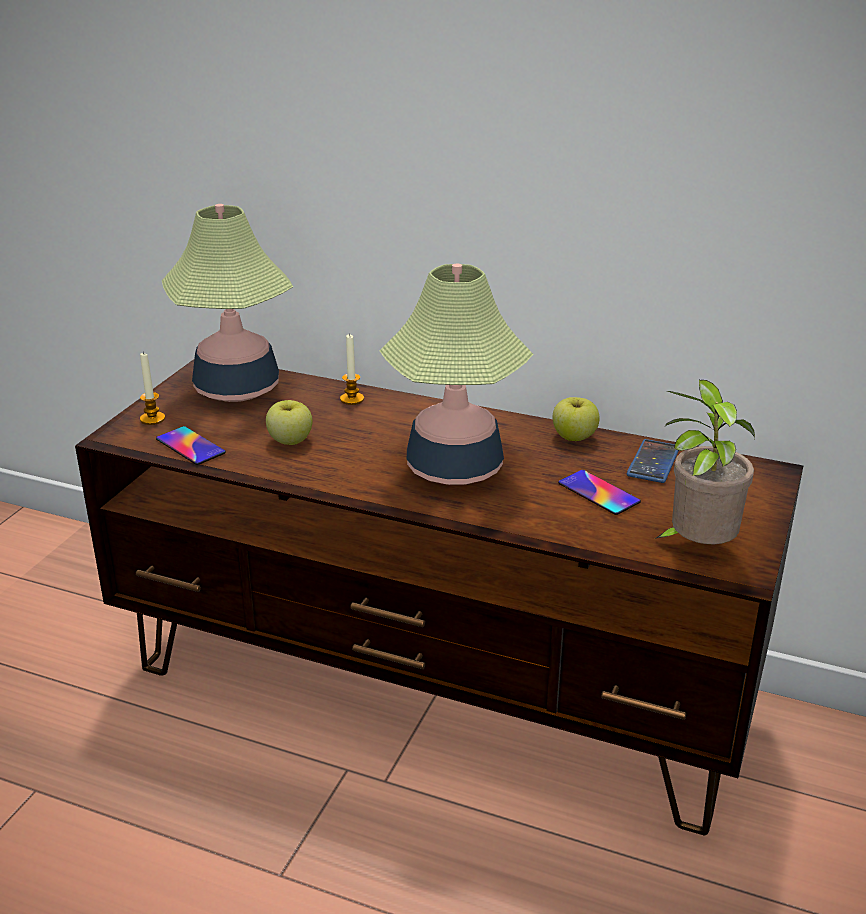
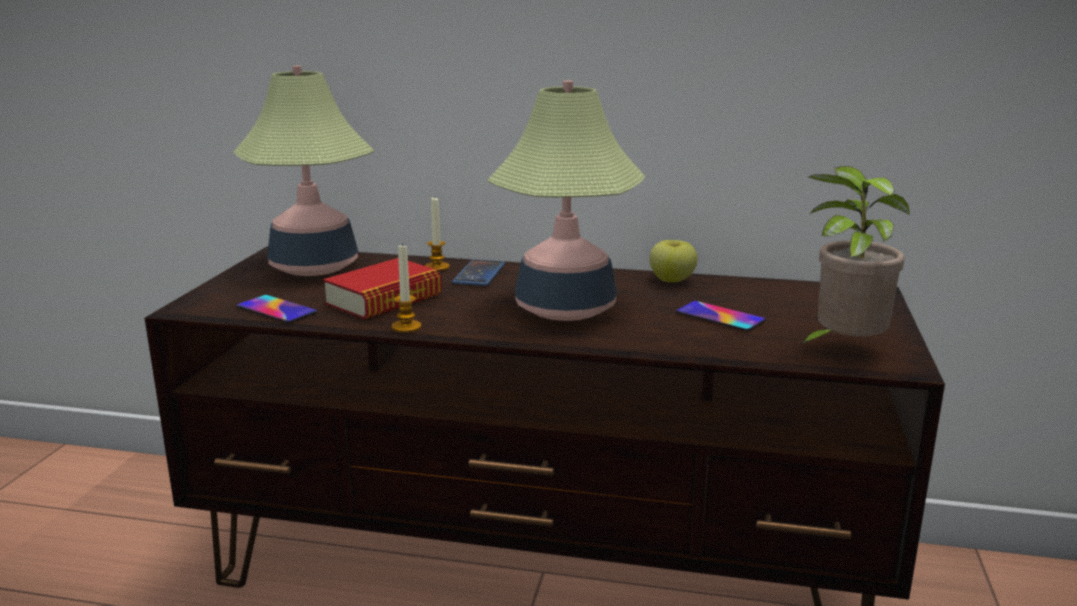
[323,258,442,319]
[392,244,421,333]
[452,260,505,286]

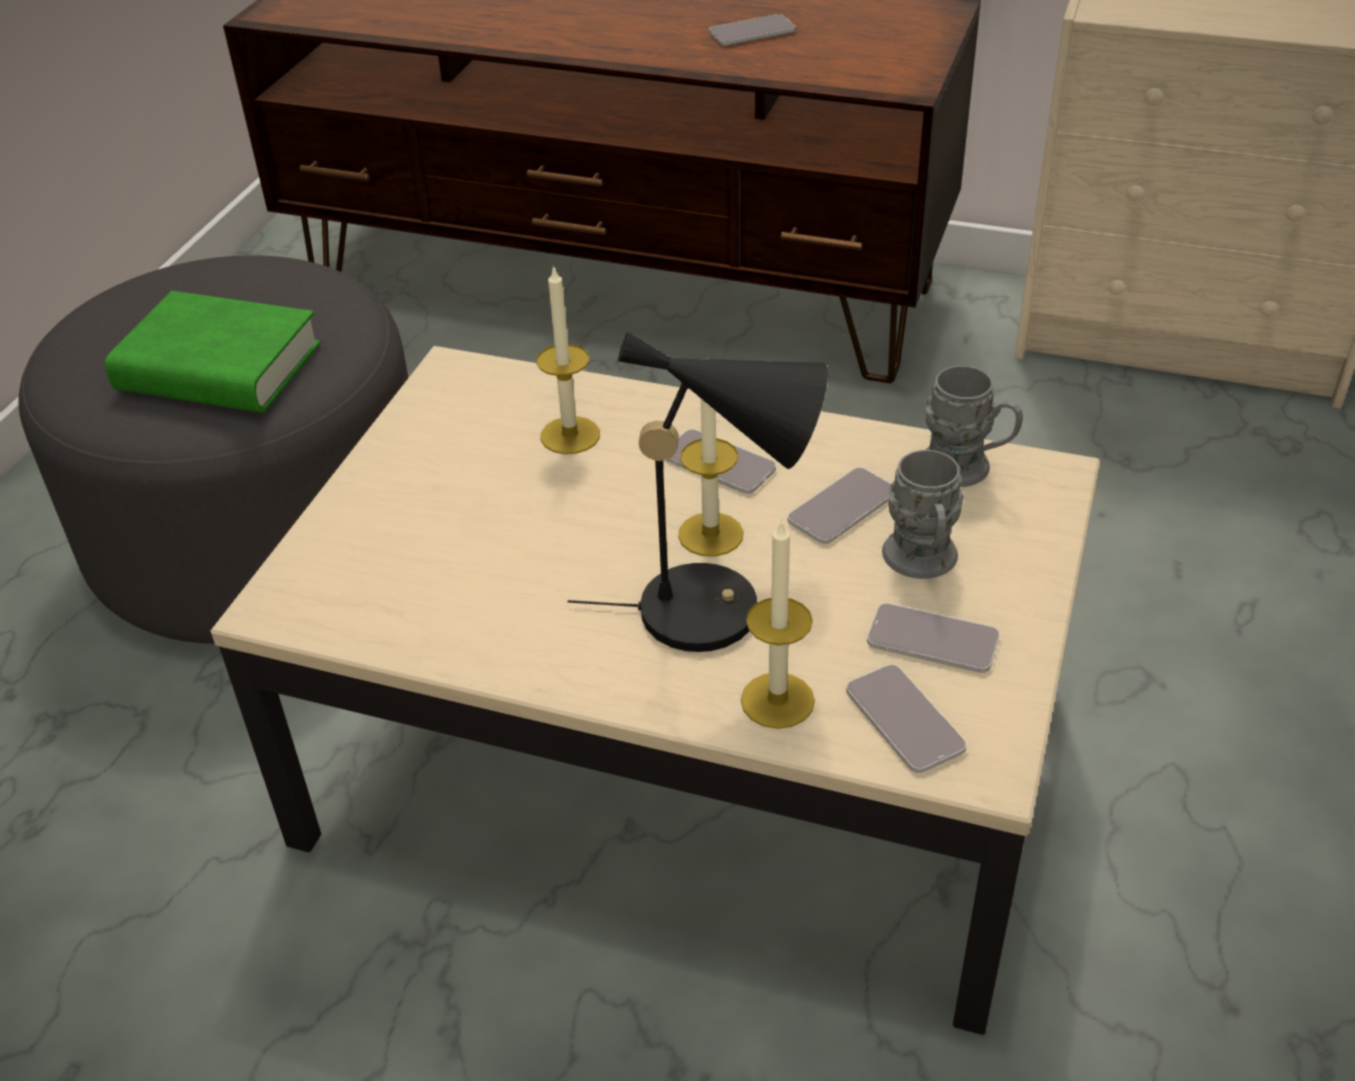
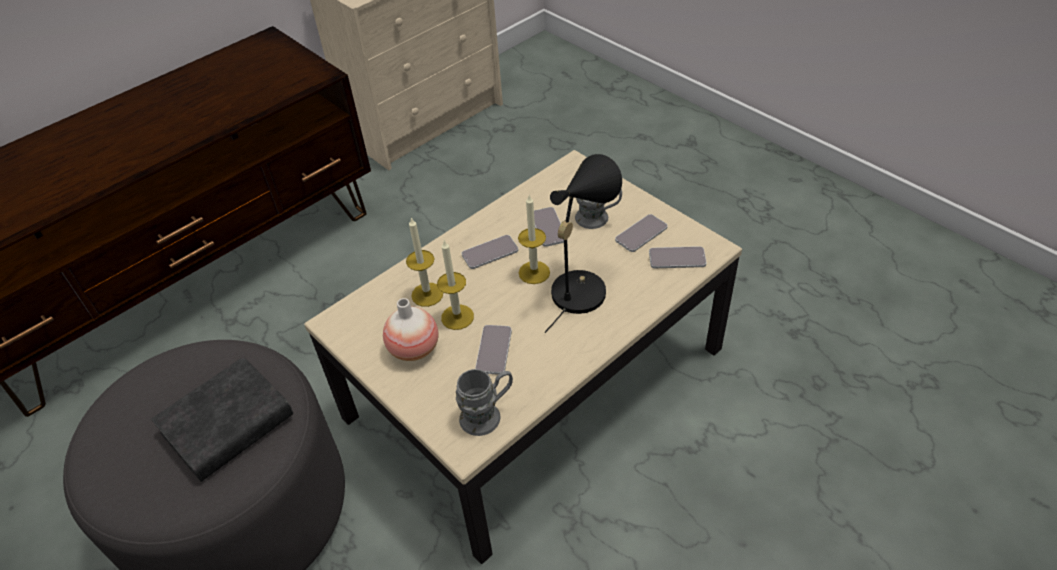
[151,357,293,482]
[383,298,439,361]
[437,241,474,330]
[456,369,513,436]
[475,325,512,375]

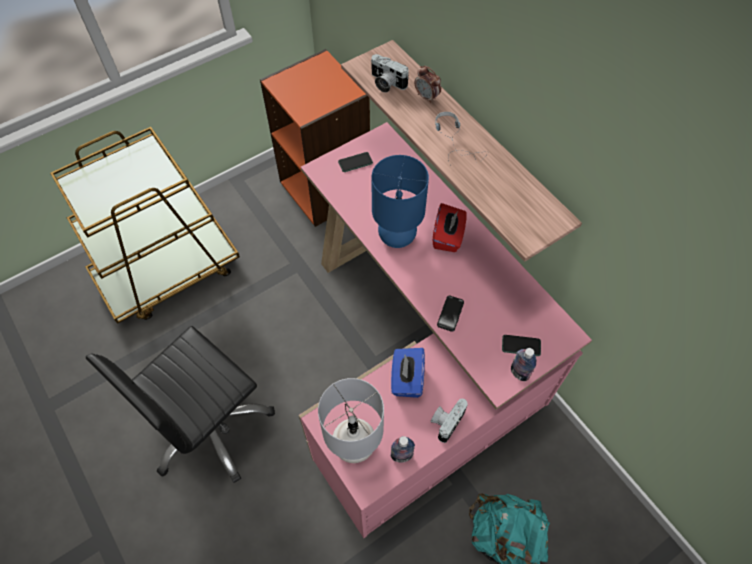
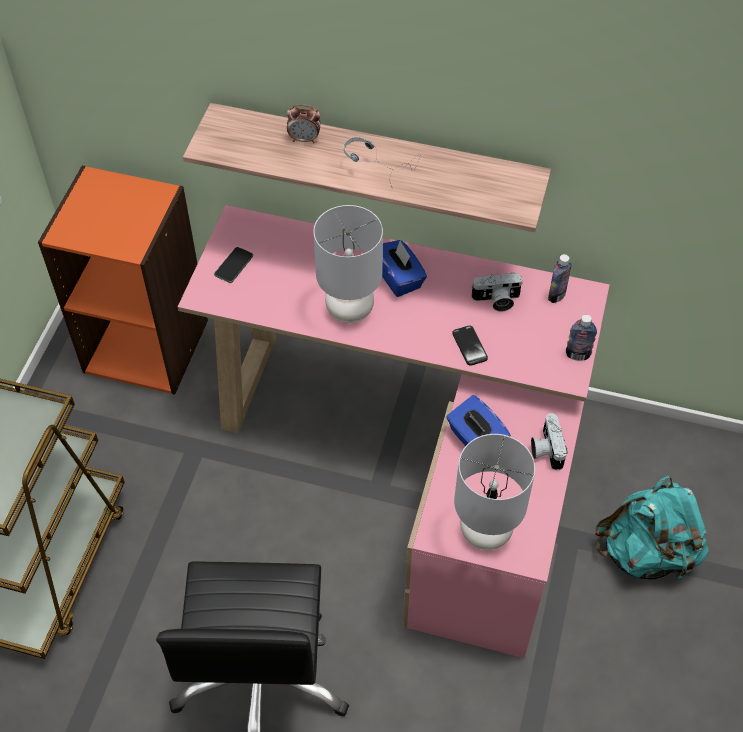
[313,205,383,323]
[382,240,427,297]
[471,273,523,311]
[548,254,572,303]
[502,335,541,356] (first image)

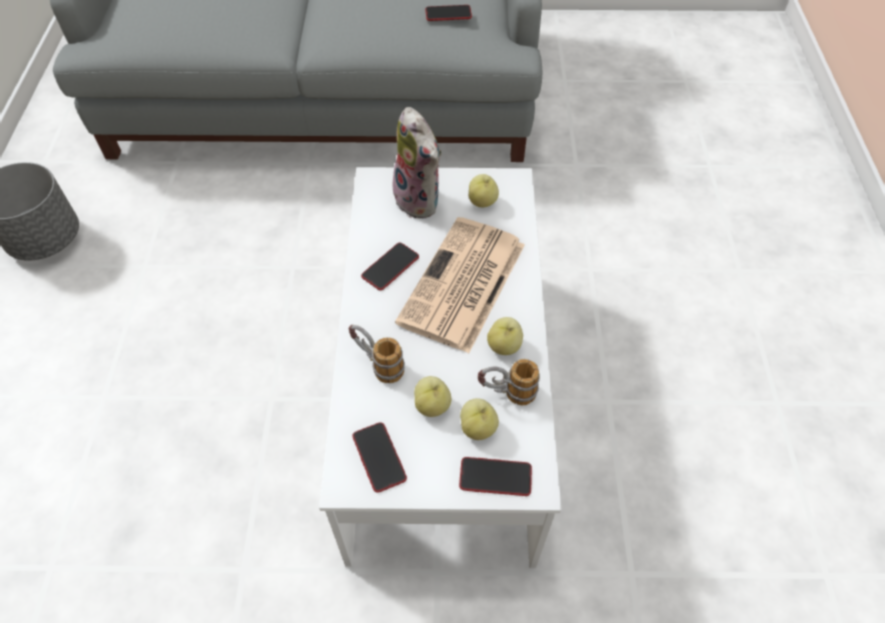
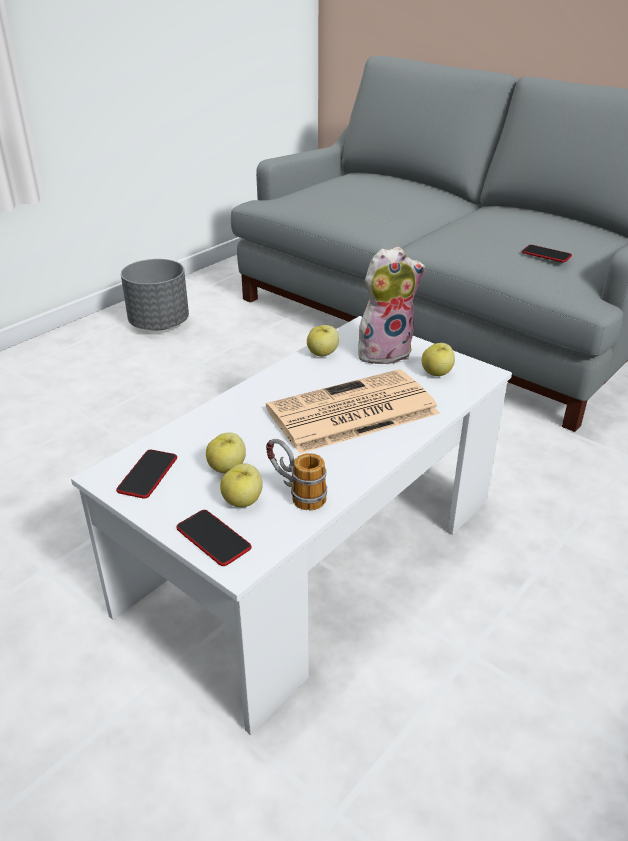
[307,325,339,356]
[358,246,426,364]
[349,325,405,383] (first image)
[361,243,419,290] (first image)

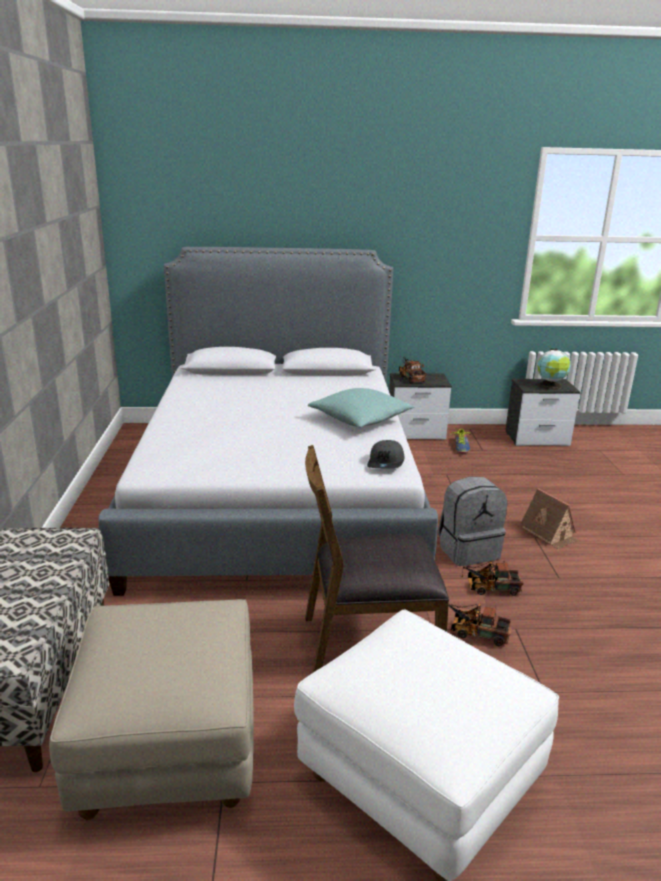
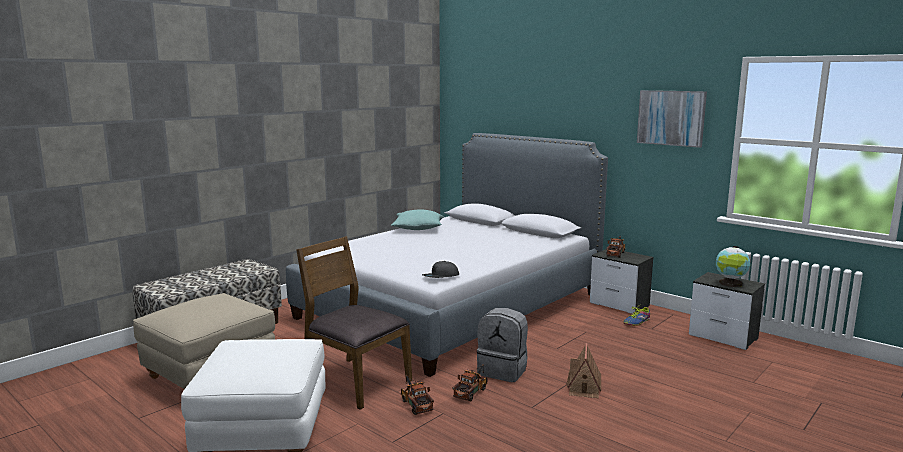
[391,209,444,230]
[452,364,488,402]
[637,90,707,148]

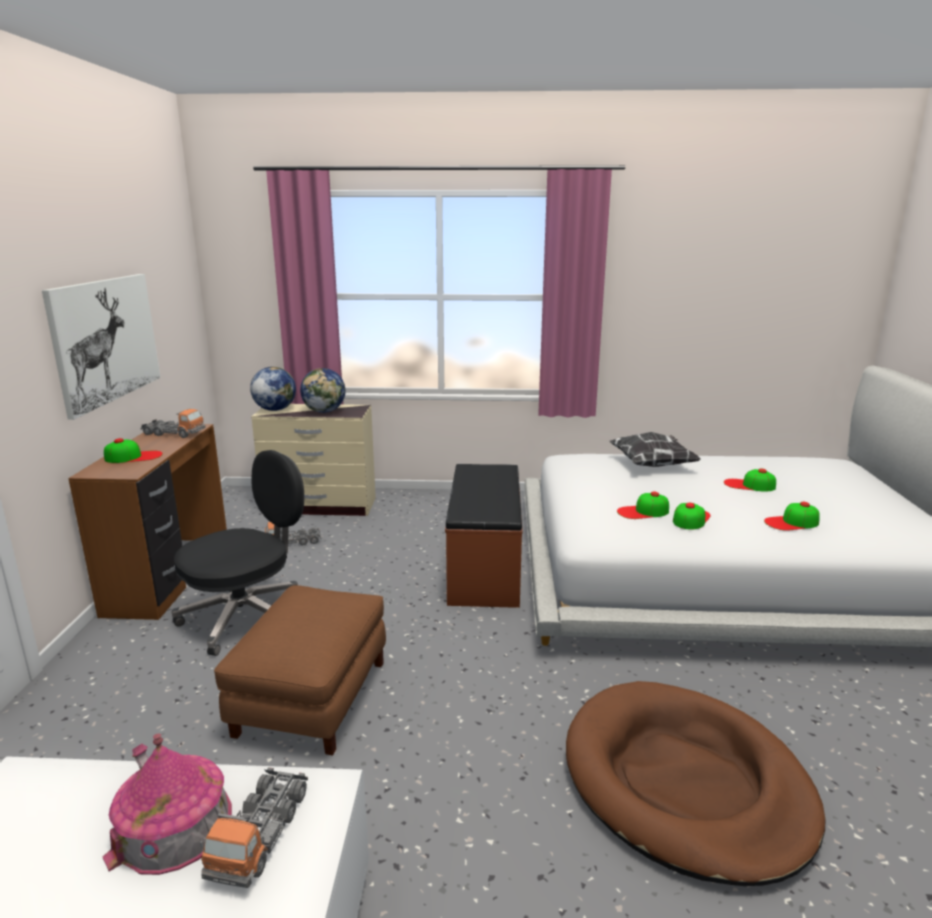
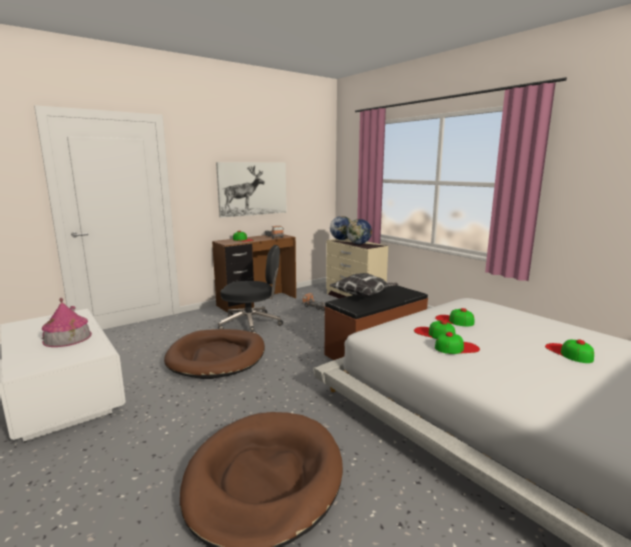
[164,329,265,379]
[329,273,398,297]
[435,308,474,326]
[200,767,308,888] (first image)

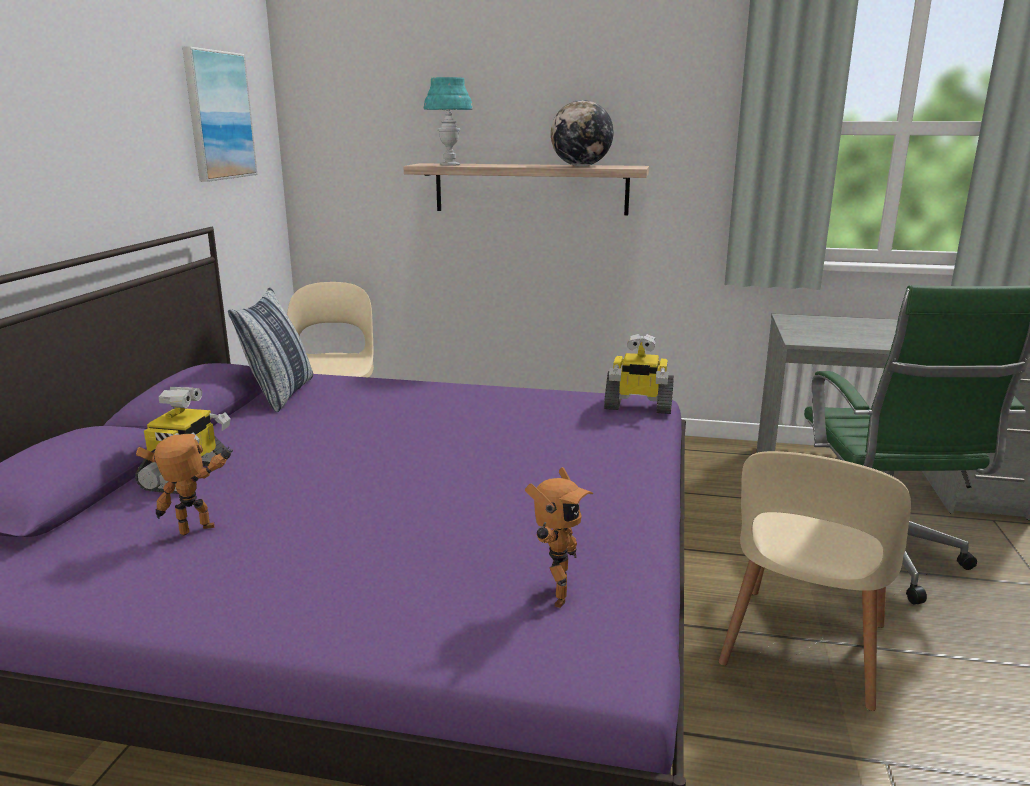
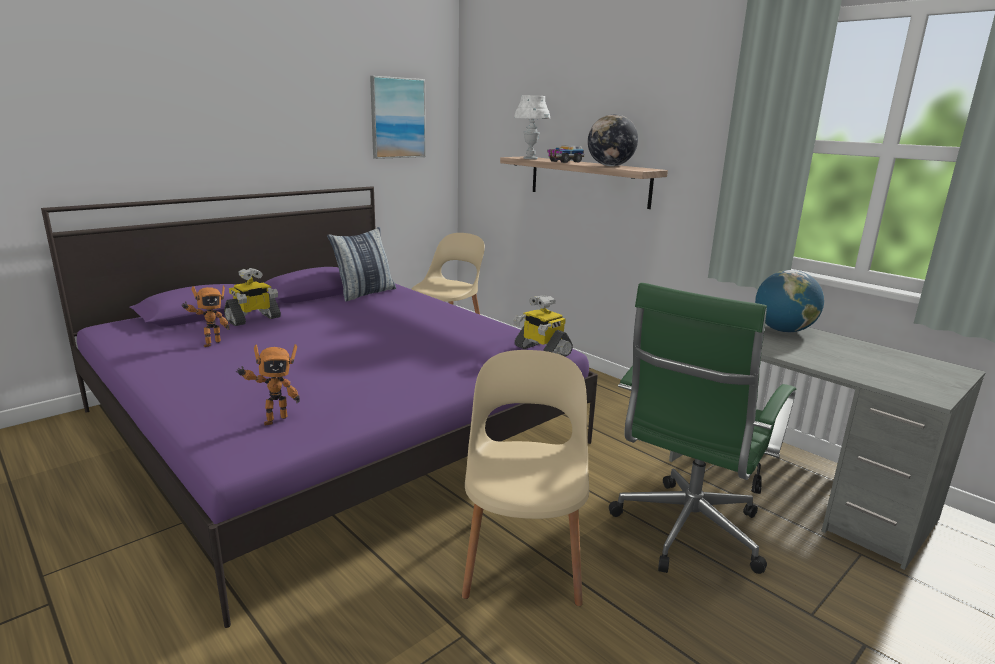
[181,285,230,347]
[462,350,589,606]
[514,95,550,159]
[547,145,585,163]
[755,270,824,332]

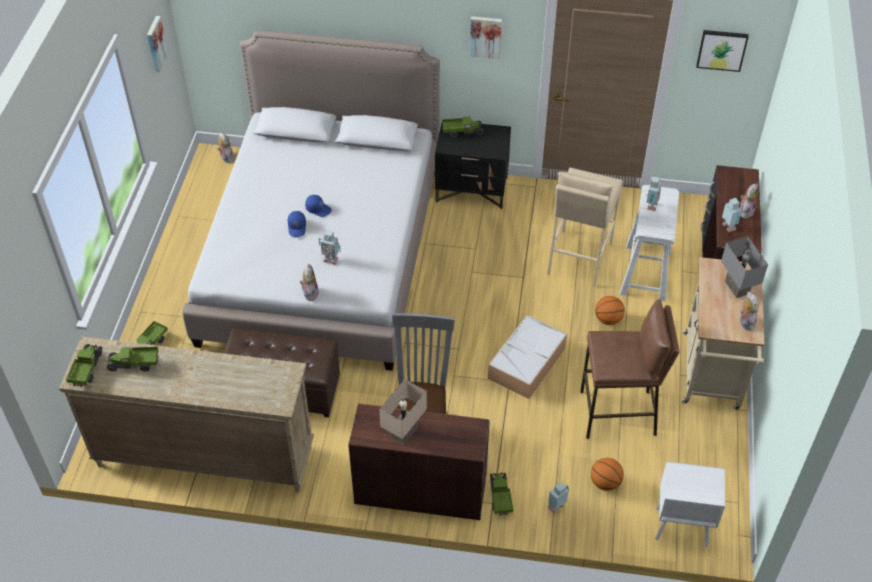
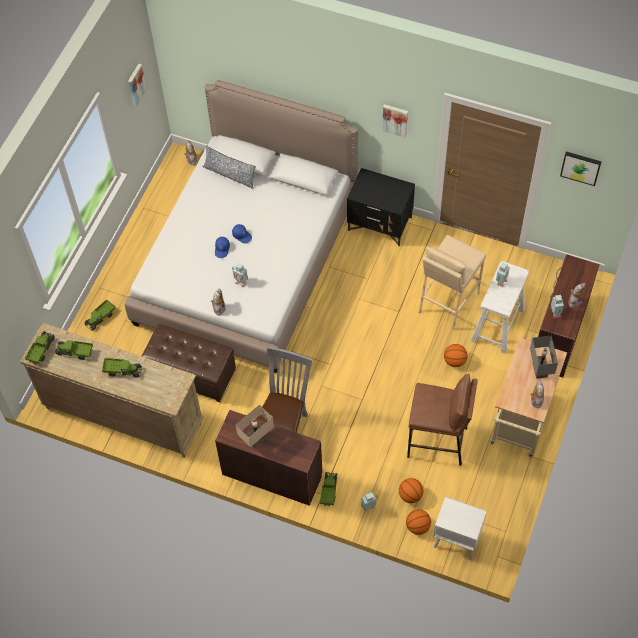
[102,358,142,377]
[203,145,256,189]
[406,509,431,535]
[488,314,567,399] (first image)

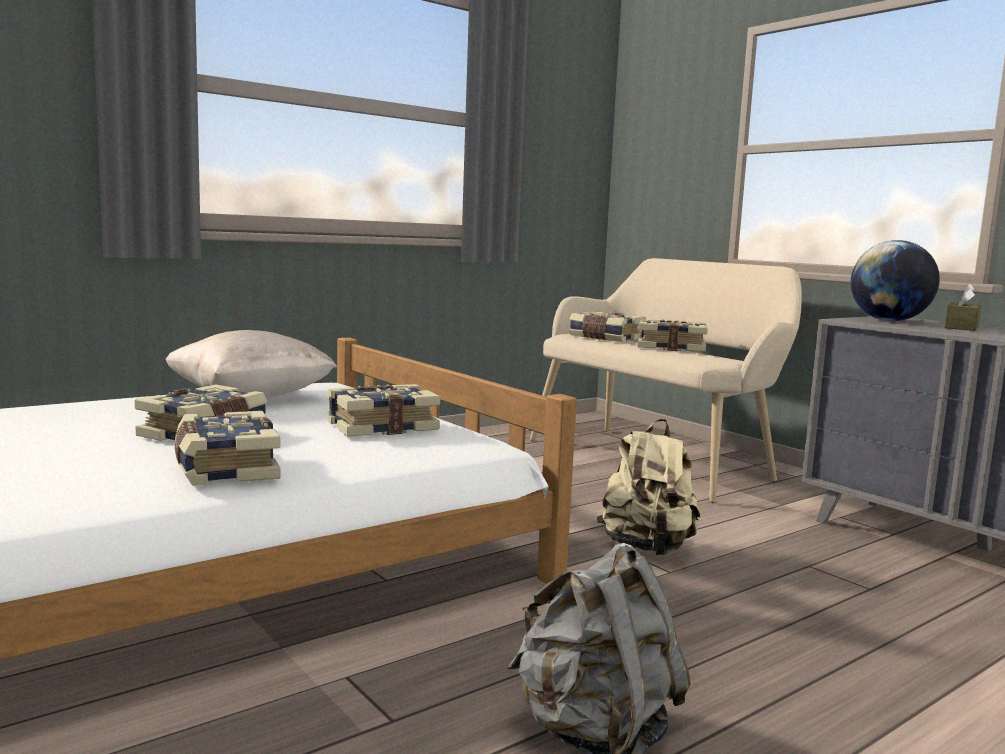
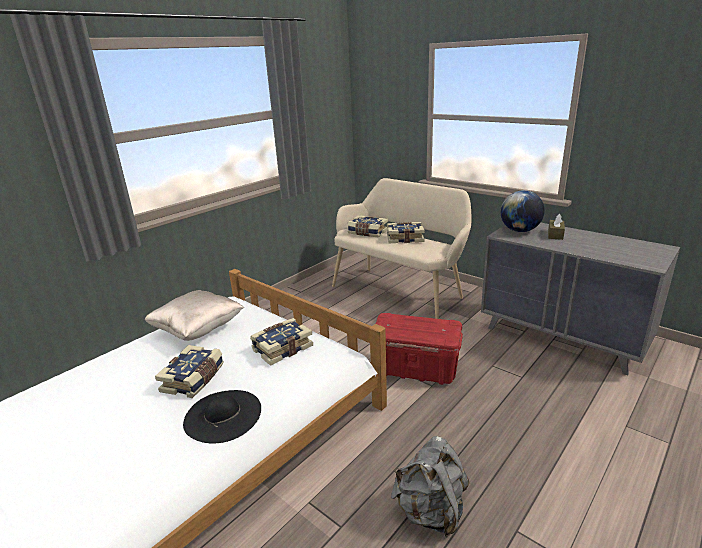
[183,390,261,443]
[376,313,463,385]

